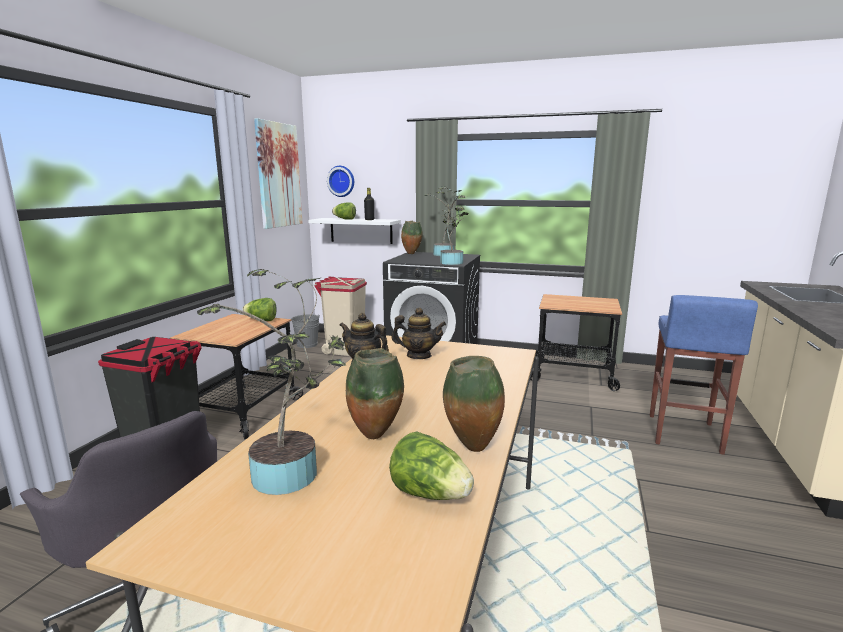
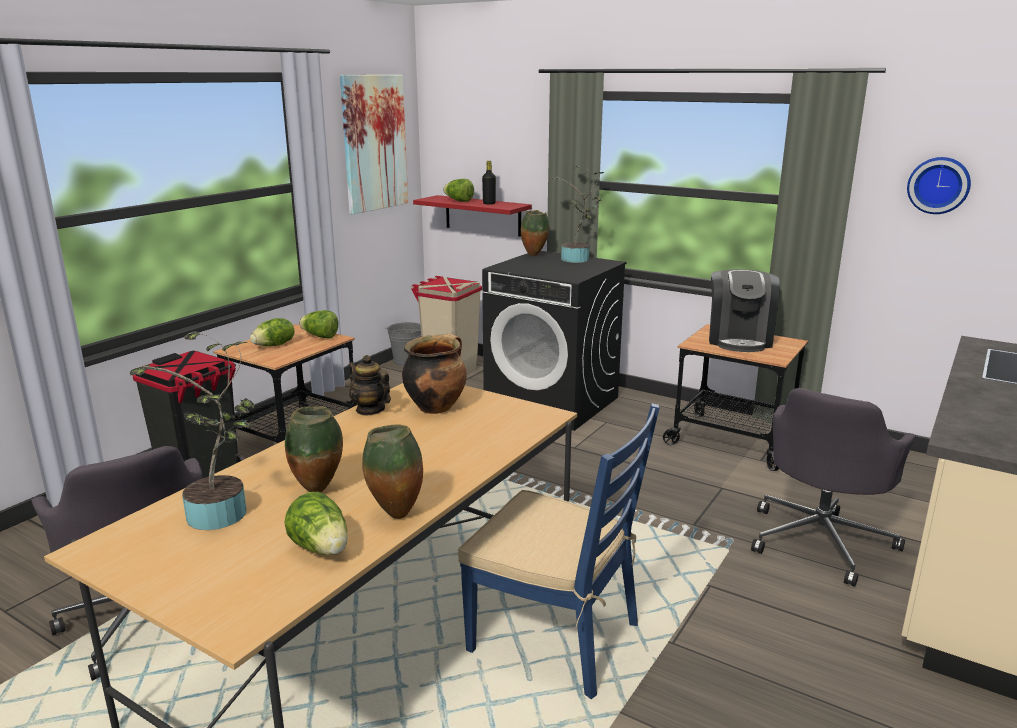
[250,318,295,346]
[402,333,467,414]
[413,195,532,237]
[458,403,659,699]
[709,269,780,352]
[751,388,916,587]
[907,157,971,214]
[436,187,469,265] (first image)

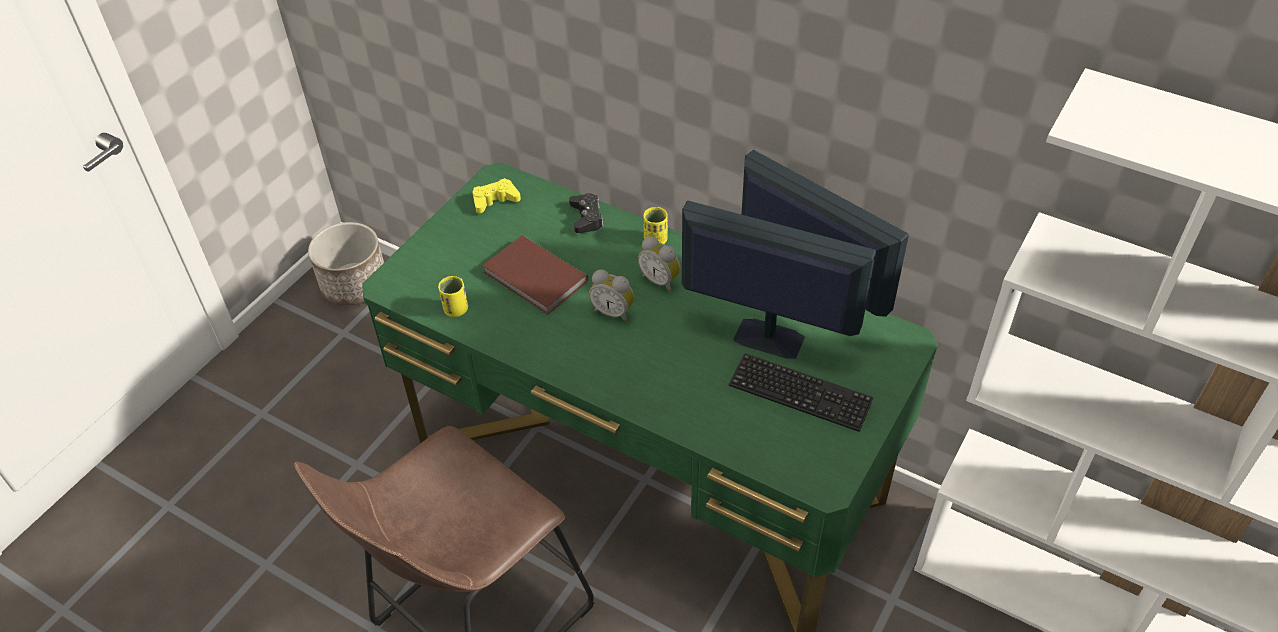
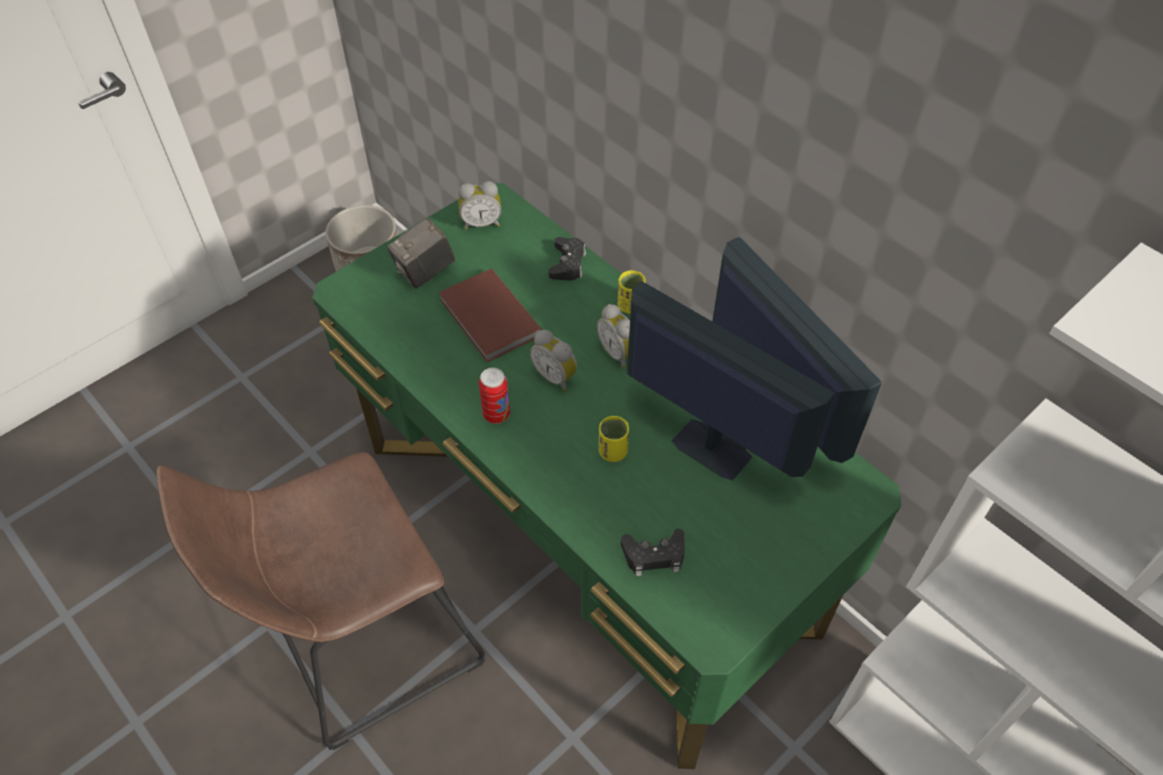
[387,217,455,289]
[458,181,501,230]
[479,368,510,424]
[599,416,629,462]
[621,529,685,576]
[729,353,874,432] (first image)

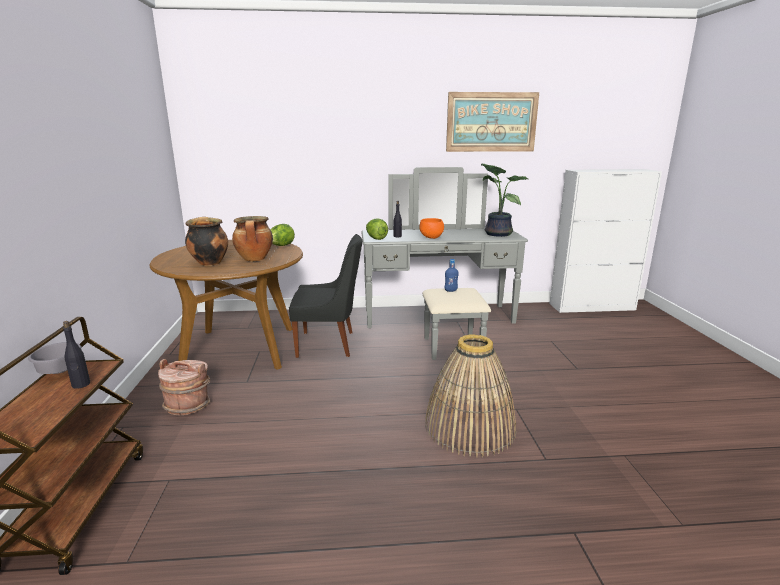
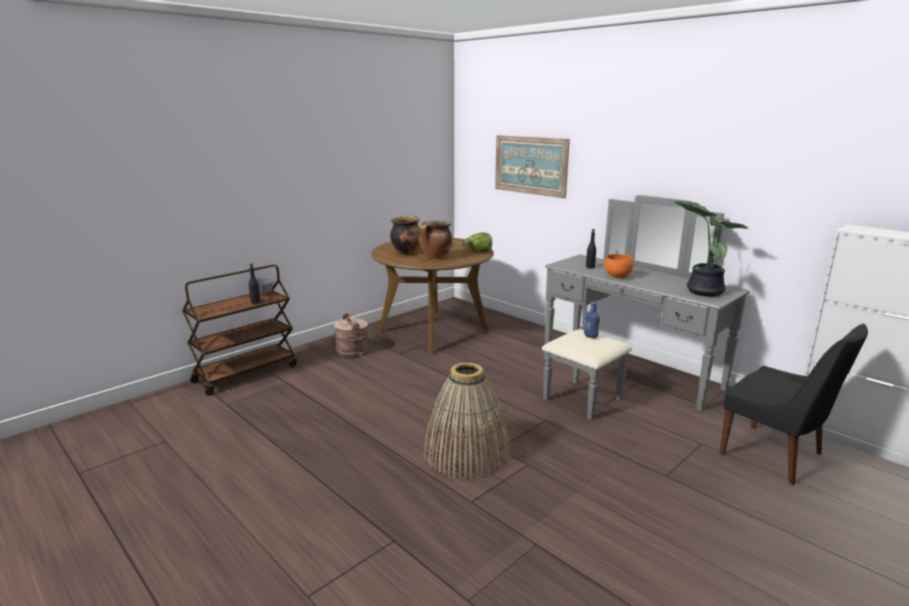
[495,135,570,198]
[720,324,868,485]
[366,218,388,240] (first image)

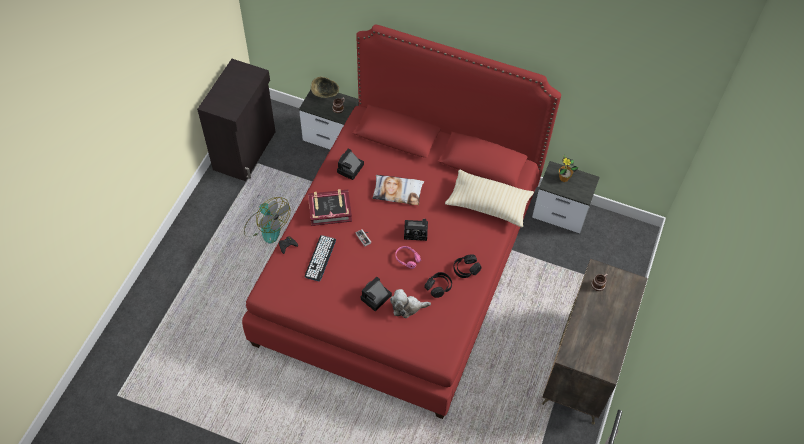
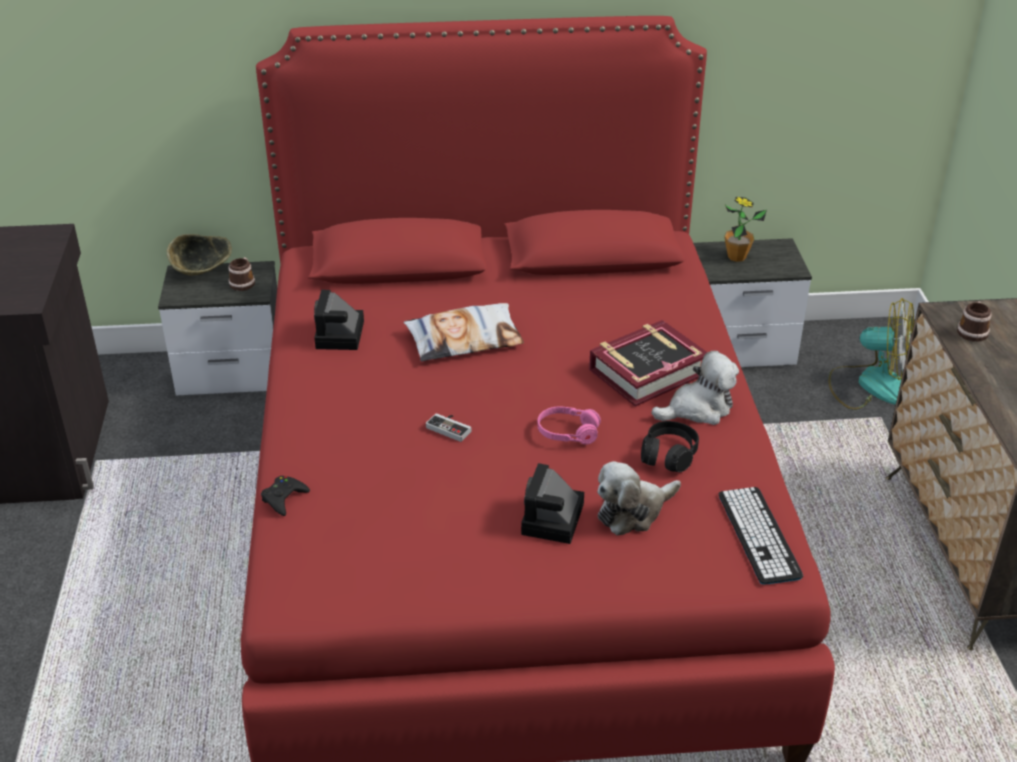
[589,320,707,407]
[651,351,739,425]
[719,487,803,584]
[828,298,914,410]
[404,219,428,241] (first image)
[445,169,534,227] (first image)

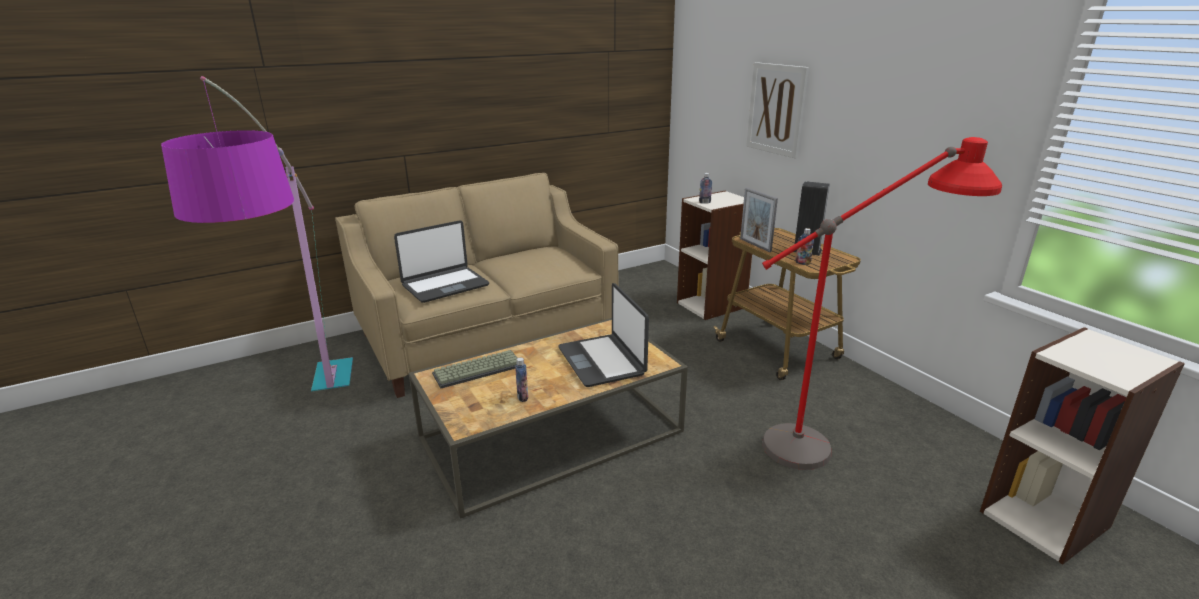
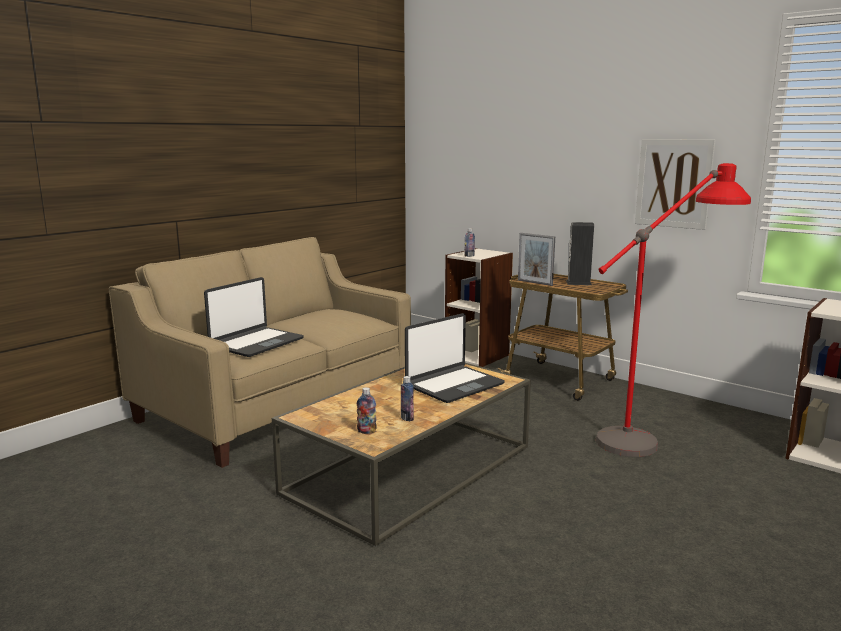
[357,387,377,434]
[405,313,505,403]
[635,139,716,230]
[161,76,353,392] (first image)
[432,350,517,389] (first image)

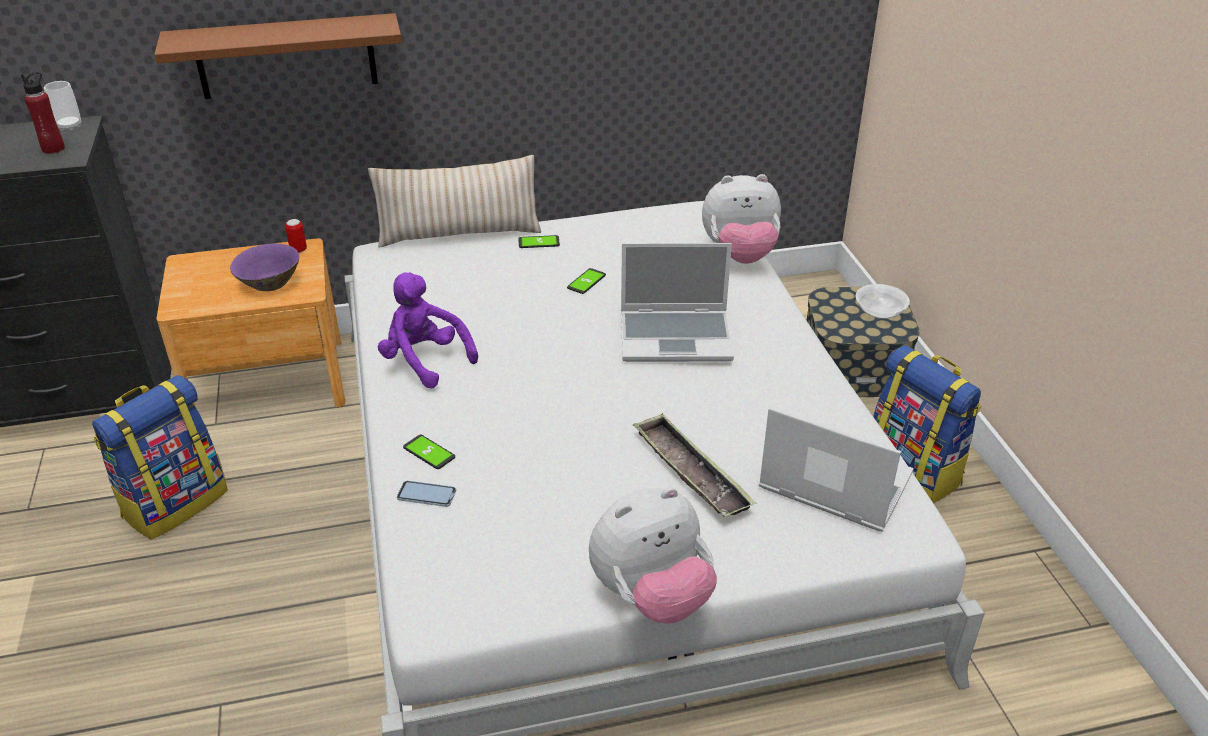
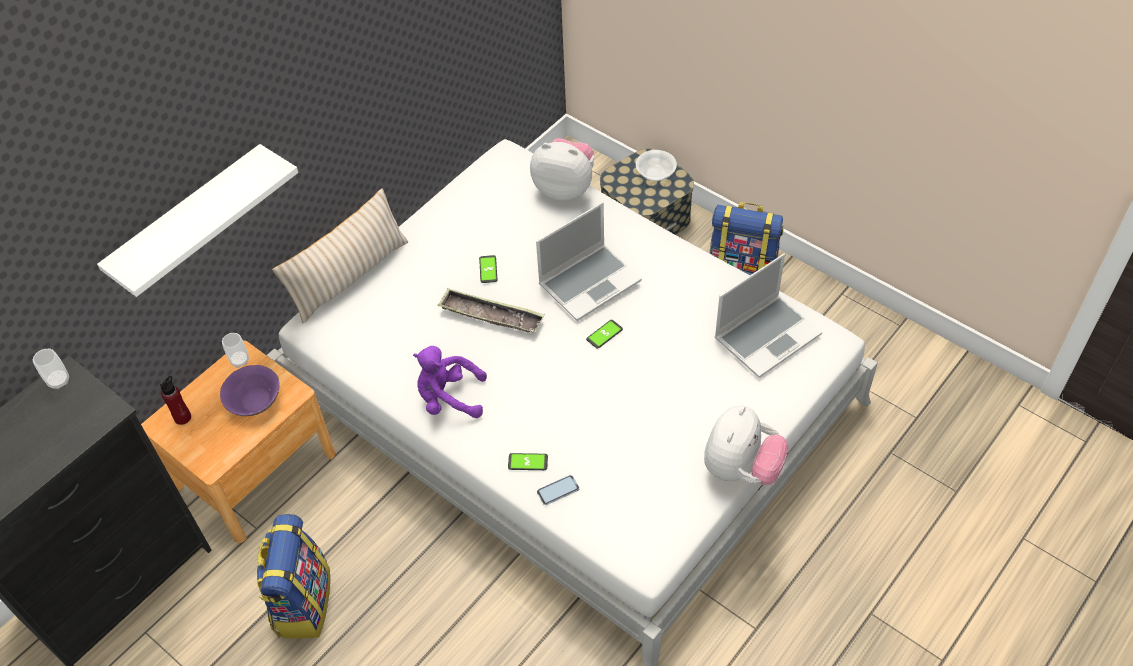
[97,144,298,297]
[160,376,191,425]
[222,333,249,368]
[438,288,545,333]
[530,138,594,201]
[586,320,623,349]
[715,253,822,378]

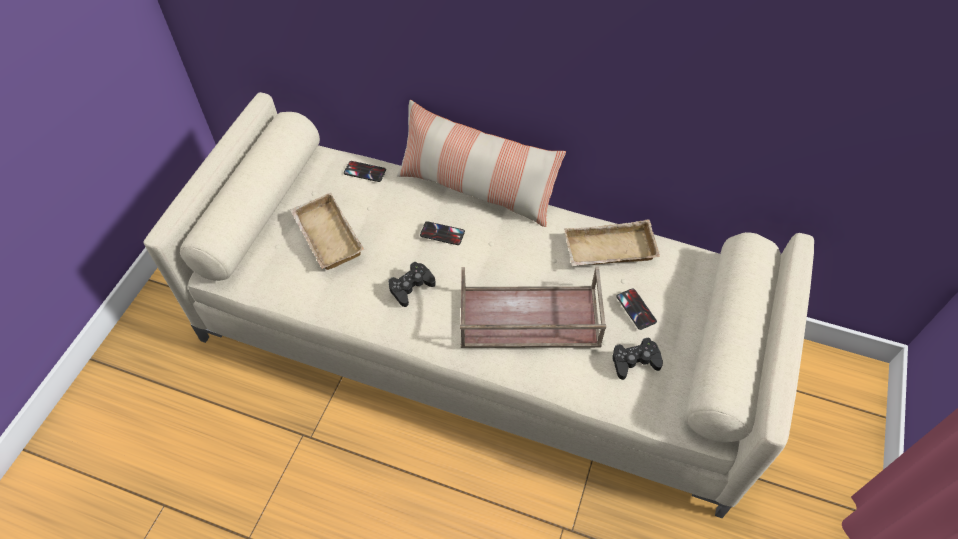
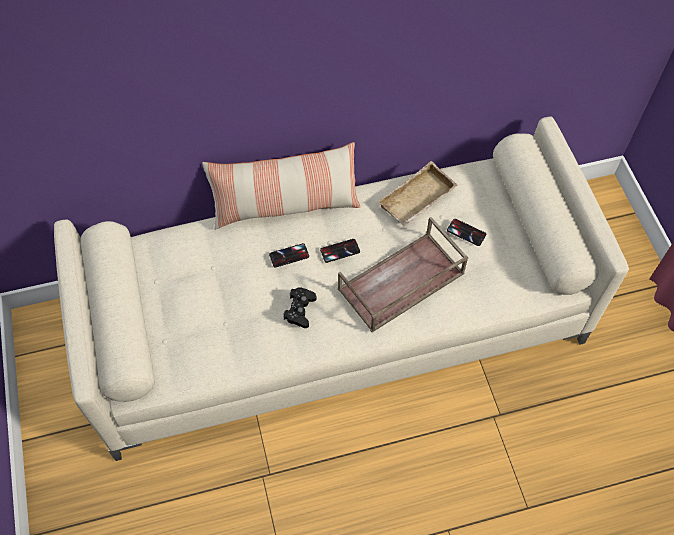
[320,239,360,263]
[290,193,364,270] (first image)
[612,338,663,380] (first image)

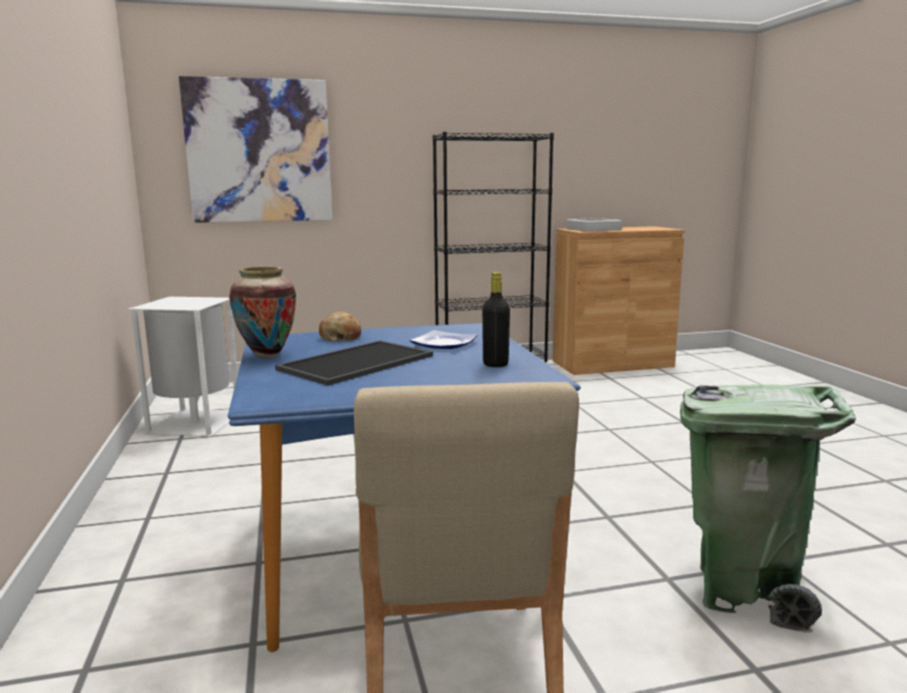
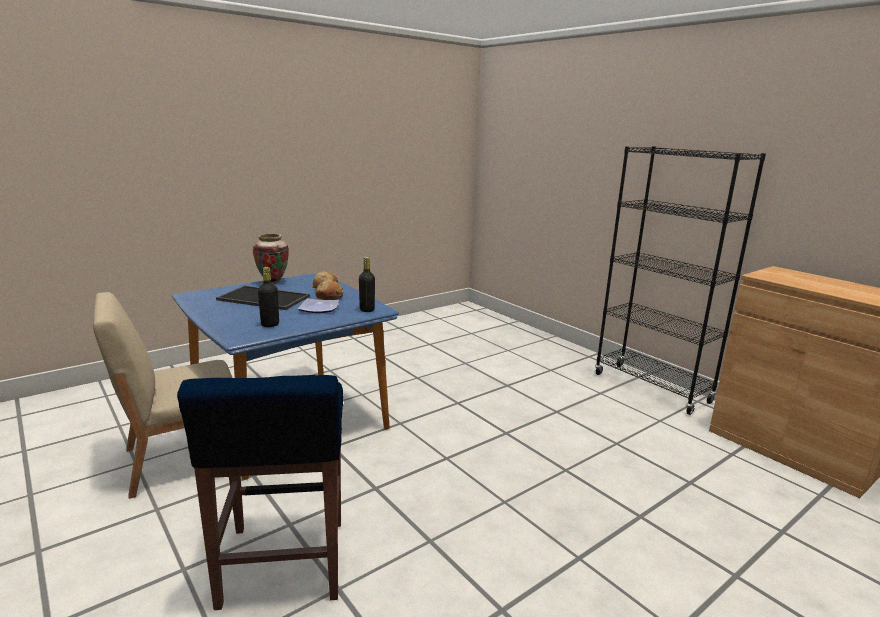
[177,375,343,610]
[315,280,344,300]
[359,257,375,312]
[128,297,238,437] (first image)
[179,76,332,223] (first image)
[566,218,622,232] (first image)

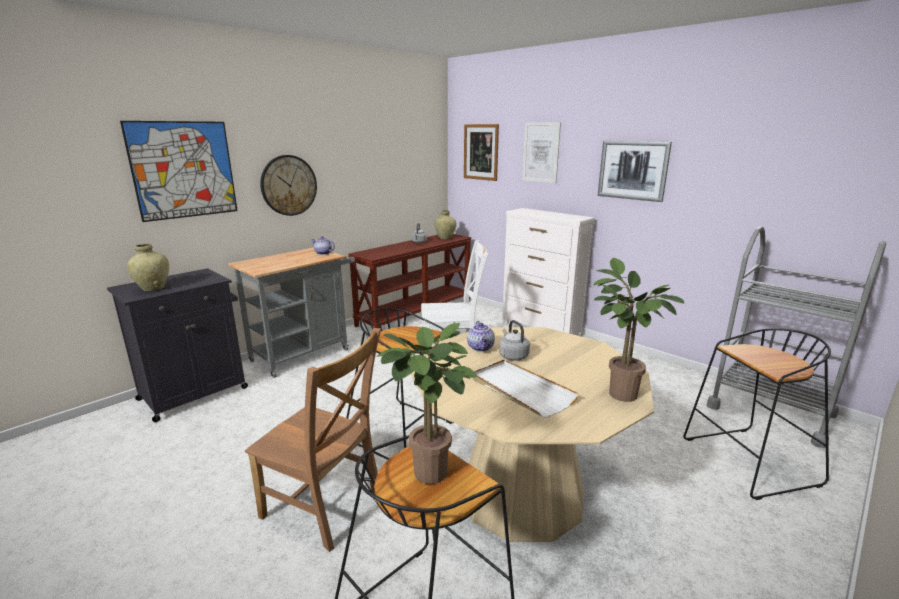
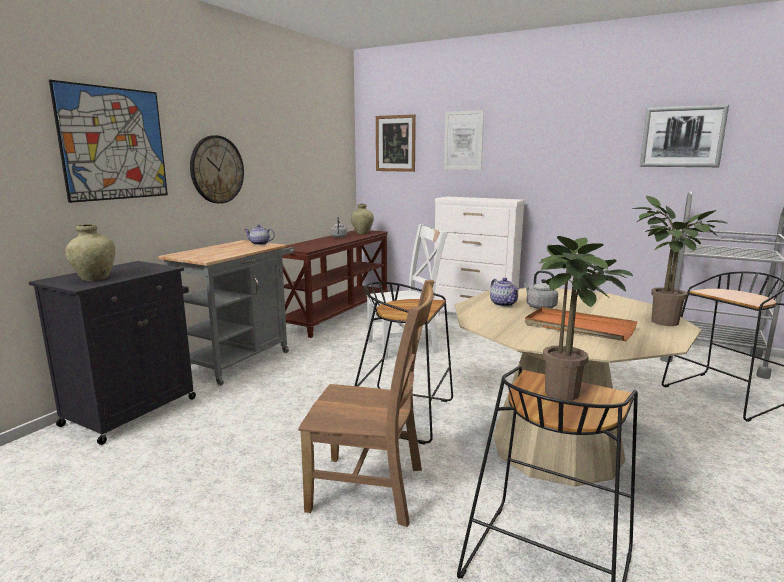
[525,307,637,341]
[640,104,729,167]

